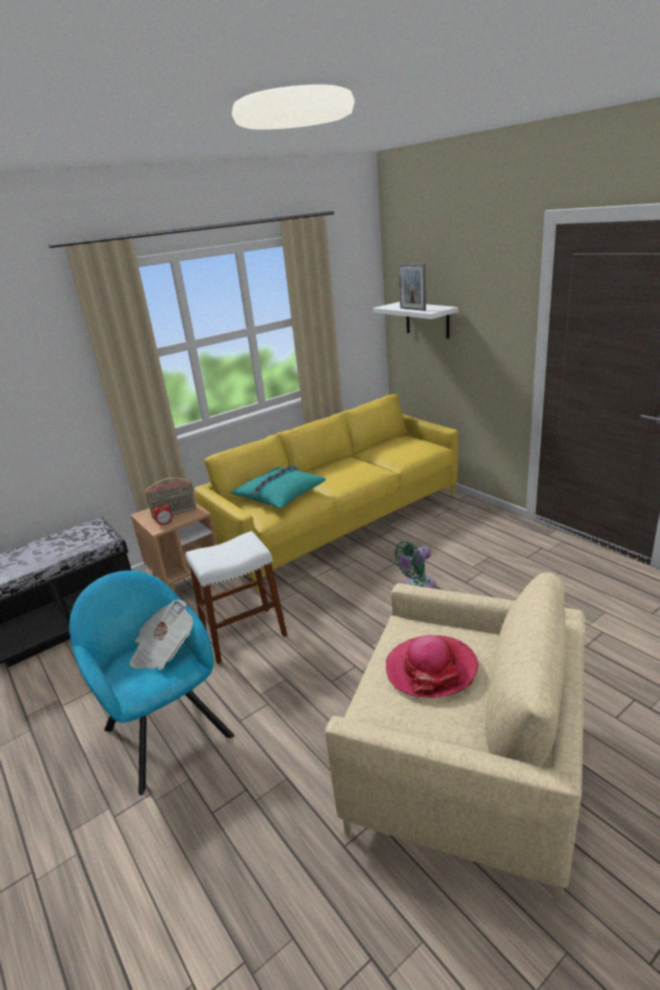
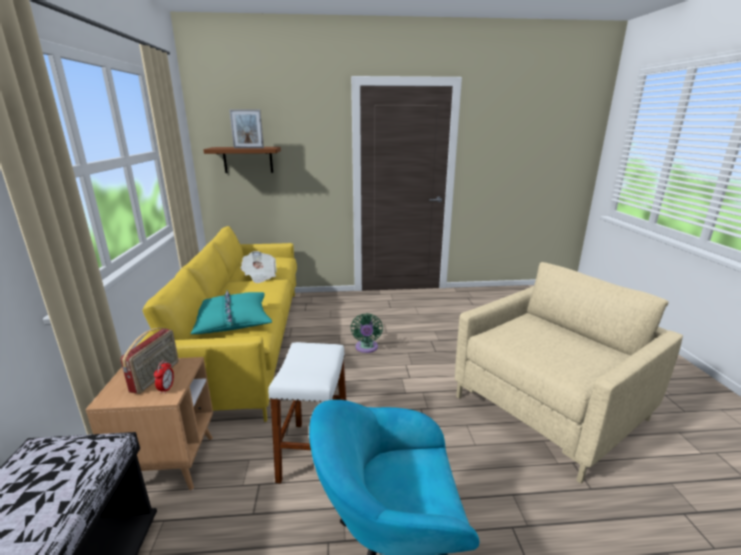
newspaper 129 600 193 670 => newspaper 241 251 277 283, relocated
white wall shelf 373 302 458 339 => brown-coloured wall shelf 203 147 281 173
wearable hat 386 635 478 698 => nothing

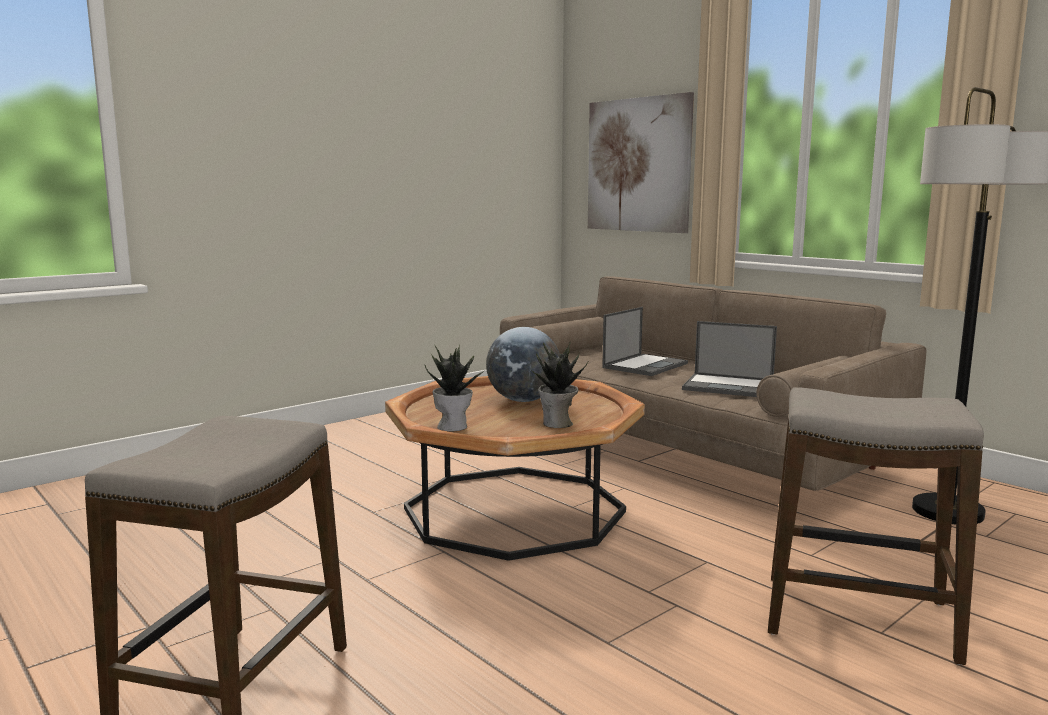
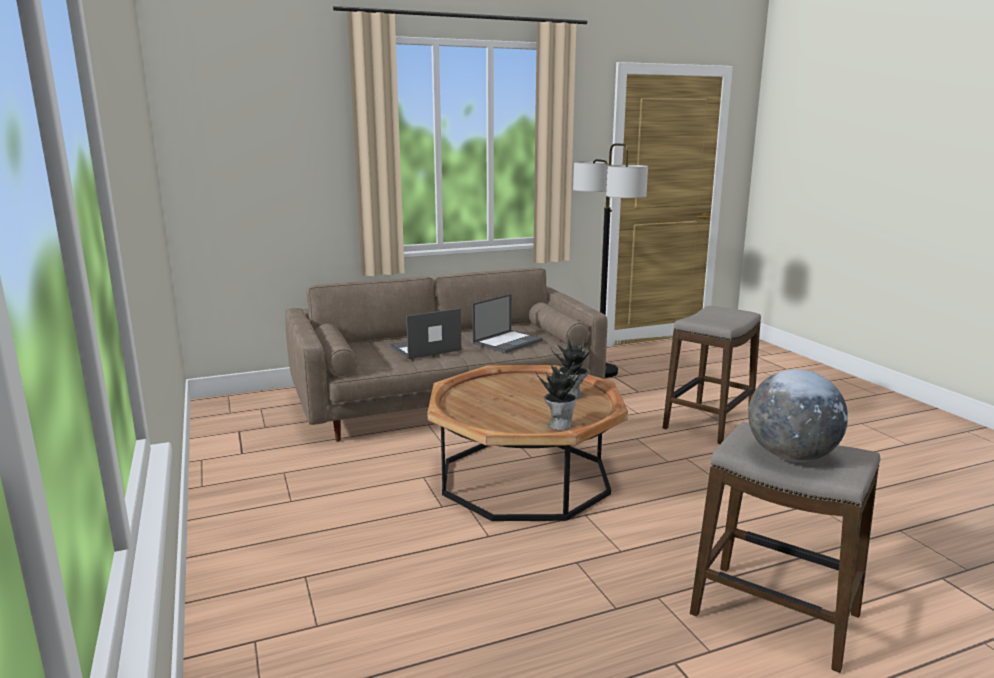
globe 486 327 560 402 => globe 748 369 848 462, relocated
picture 588 92 694 233 => nothing
portable computer 602 307 688 376 => portable computer 390 308 461 359, 90 degrees counterclockwise

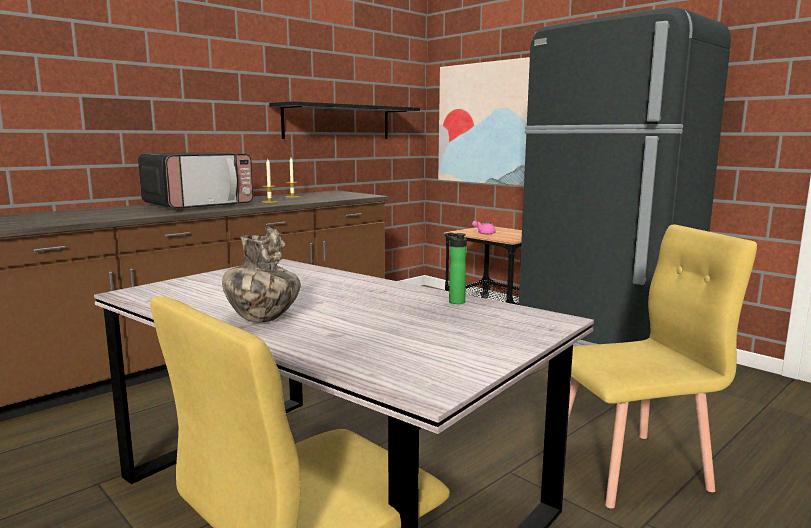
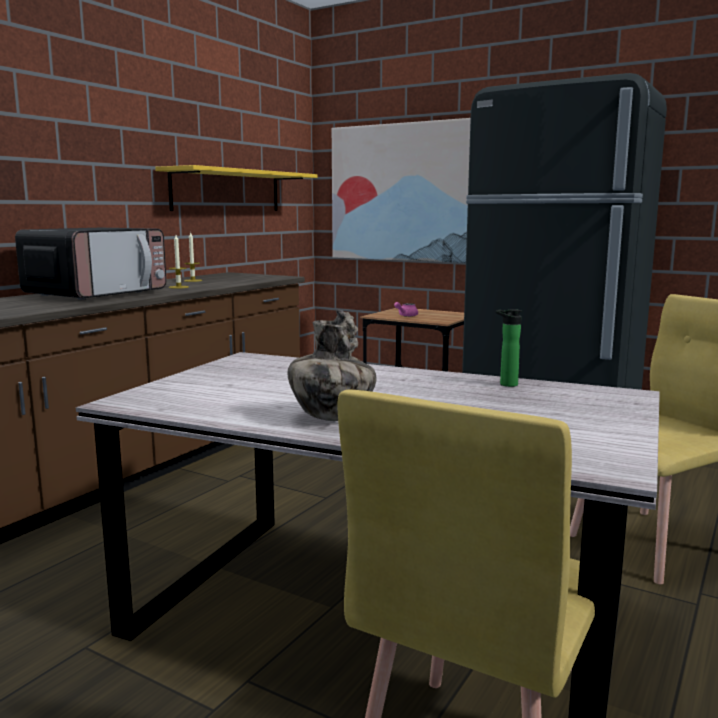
black-coloured wall shelf 269 101 420 139 => yellowish wall shelf 155 165 318 211

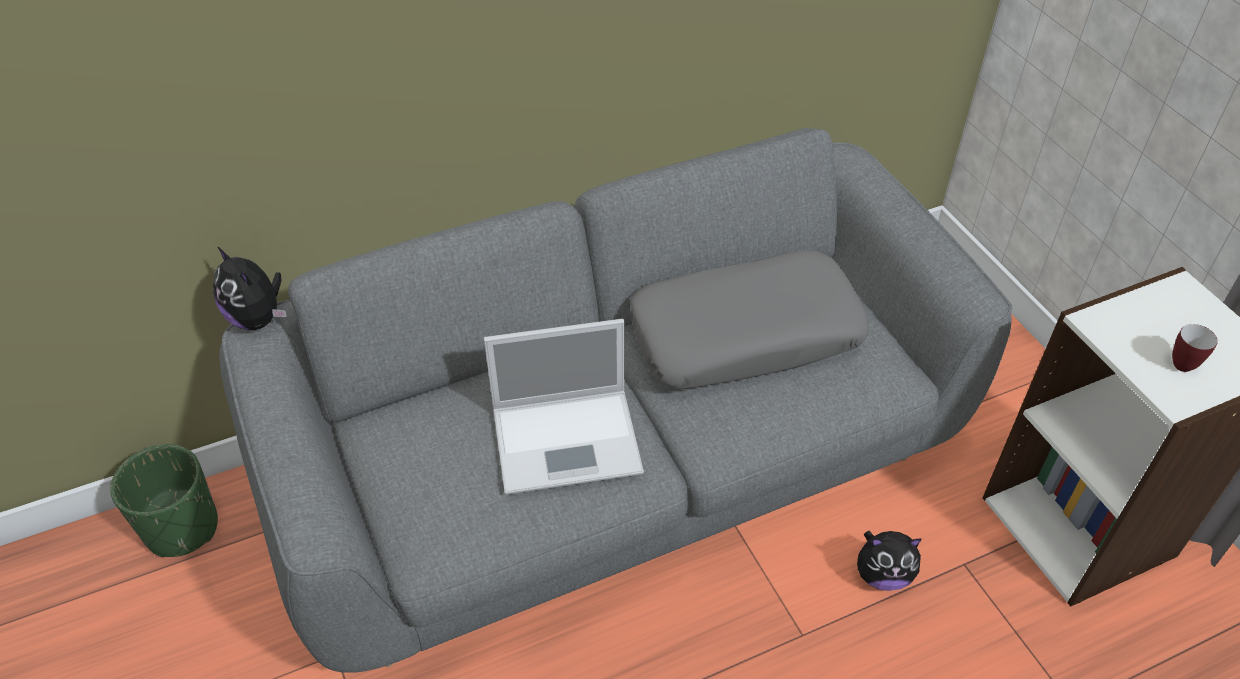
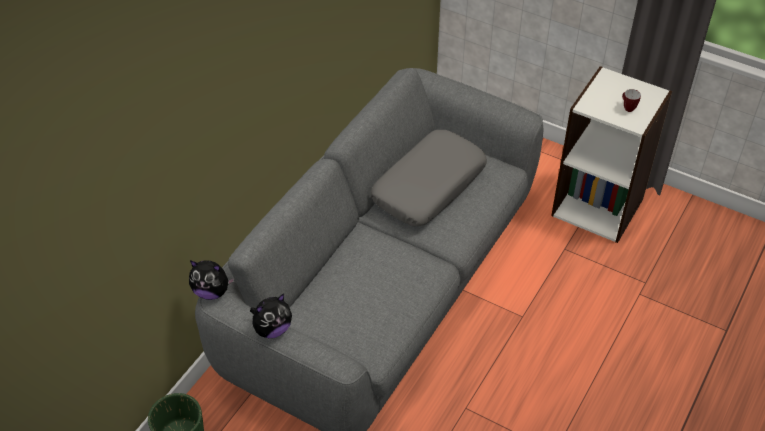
portable computer 484 319 644 495 => nothing
cuddly toy 857 531 922 591 => cuddly toy 250 294 292 338, relocated

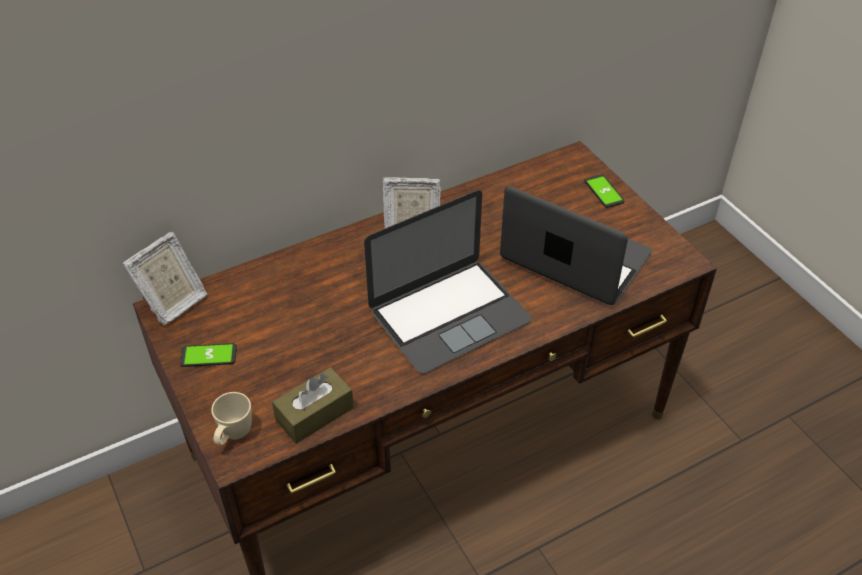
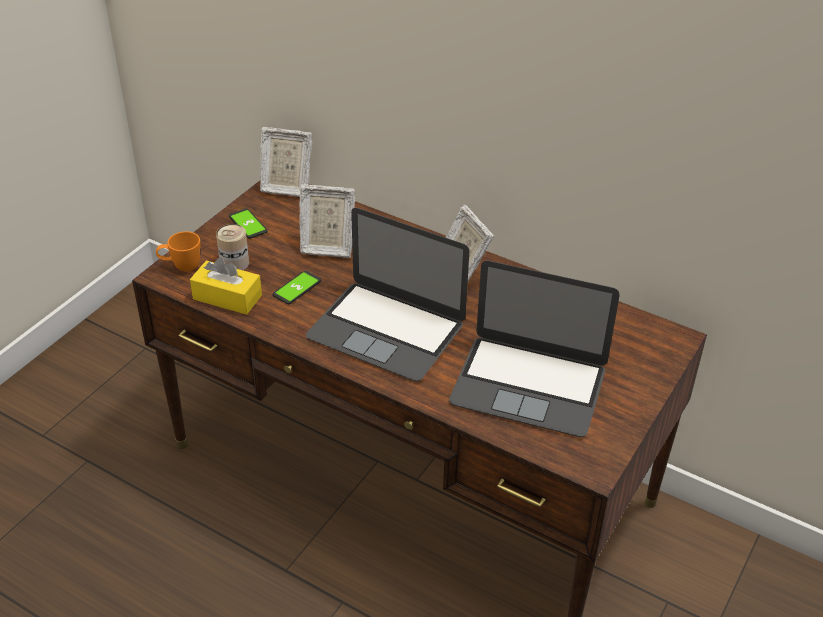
sand-coloured tea mug 211 392 252 445 => orangey tea mug 156 231 201 271
brown-coloured box of tissues 272 367 354 444 => yellowish box of tissues 190 258 262 315
portable computer 500 186 652 305 => portable computer 449 261 620 437, 105 degrees clockwise
handset 584 174 625 208 => handset 273 271 321 304, relocated
nothing => metal can 216 224 249 270
nothing => picture frame 299 184 355 258

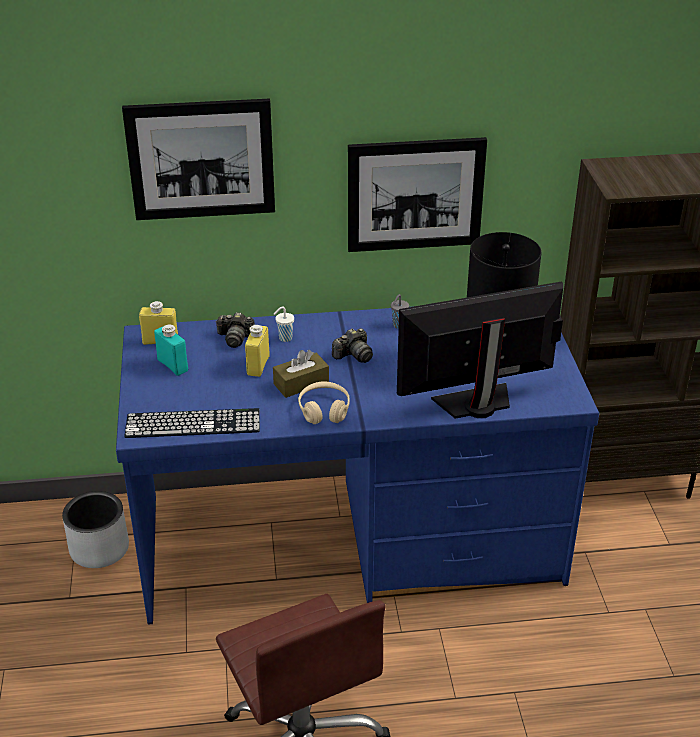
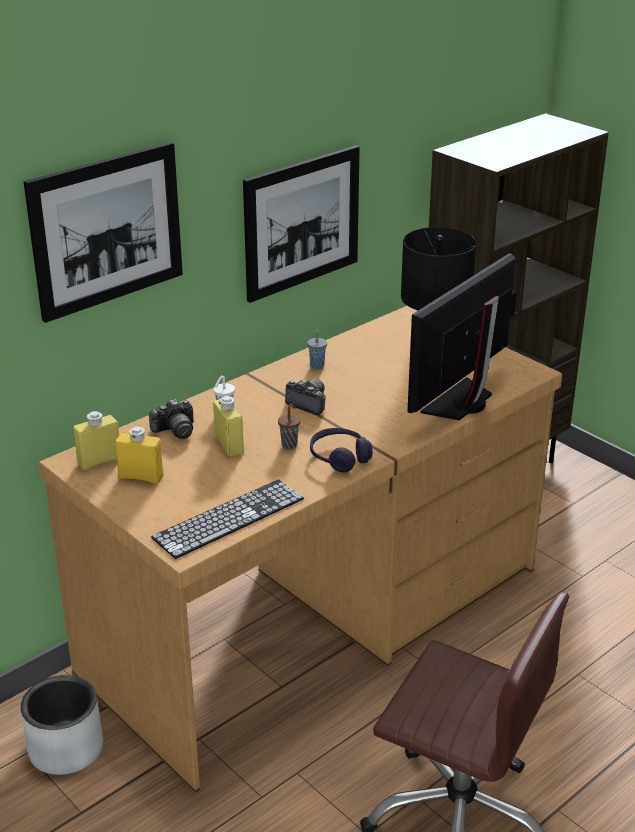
blue-coloured desk table 116 306 599 625 => brown-coloured desk table 39 306 562 793
blue-green drink bottle 154 324 188 376 => yellowish drink bottle 115 426 163 484
brown-coloured box of tissues 273 350 329 398 => brown-coloured drinking cup 278 404 300 449
sand-coloured pair of headphones 298 381 350 424 => purple-coloured pair of headphones 310 428 373 473
still camera 332 328 373 363 => still camera 285 379 326 415, 75 degrees counterclockwise

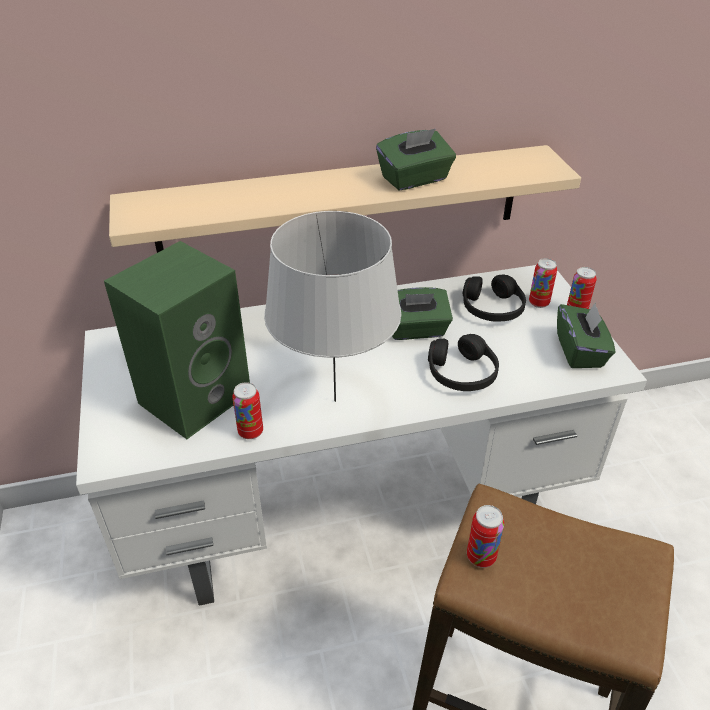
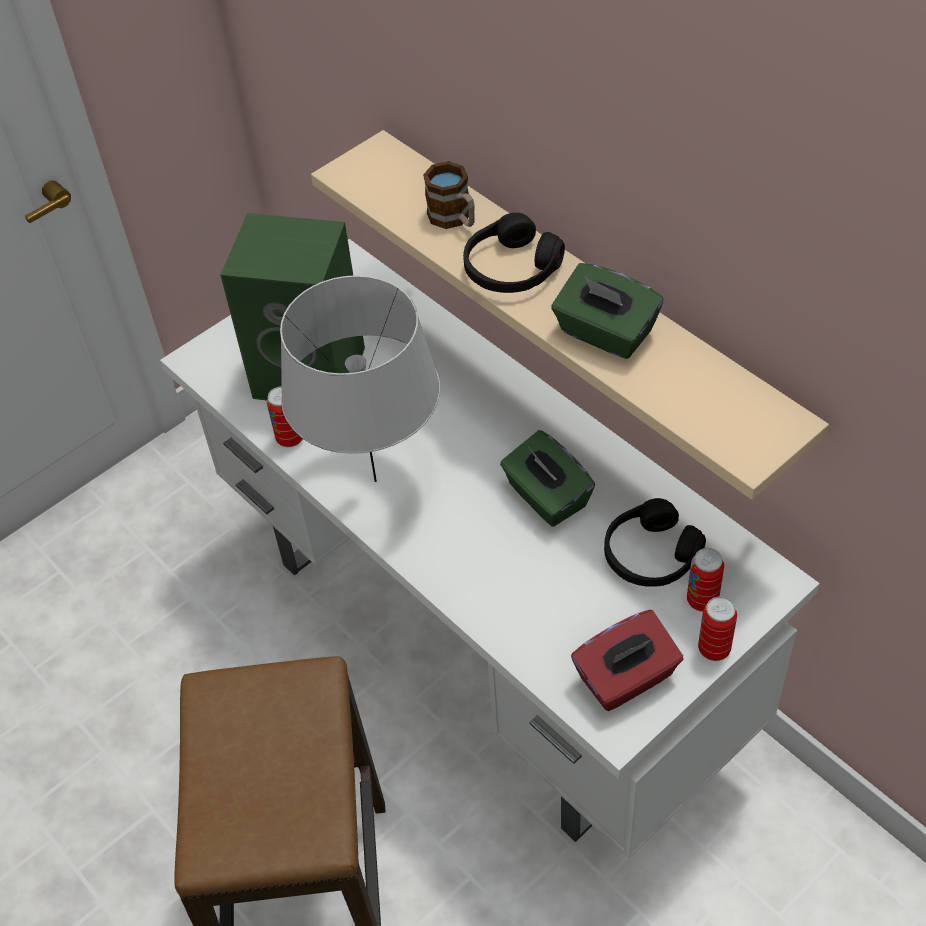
black-coloured pair of headphones 428 334 499 391 => black-coloured pair of headphones 463 213 565 293, relocated
metal can 467 505 504 568 => nothing
green-coloured box of tissues 557 302 615 368 => reddish box of tissues 571 610 683 711
nothing => tea mug 423 161 475 229

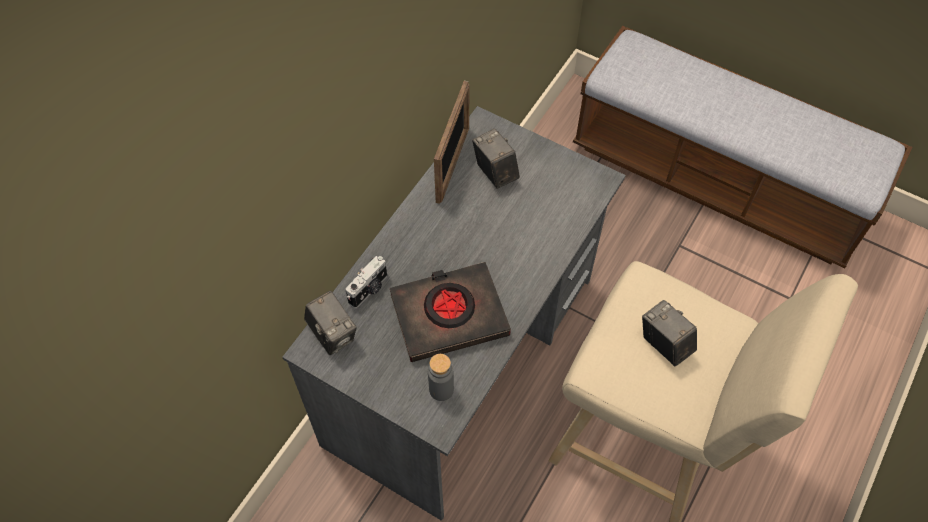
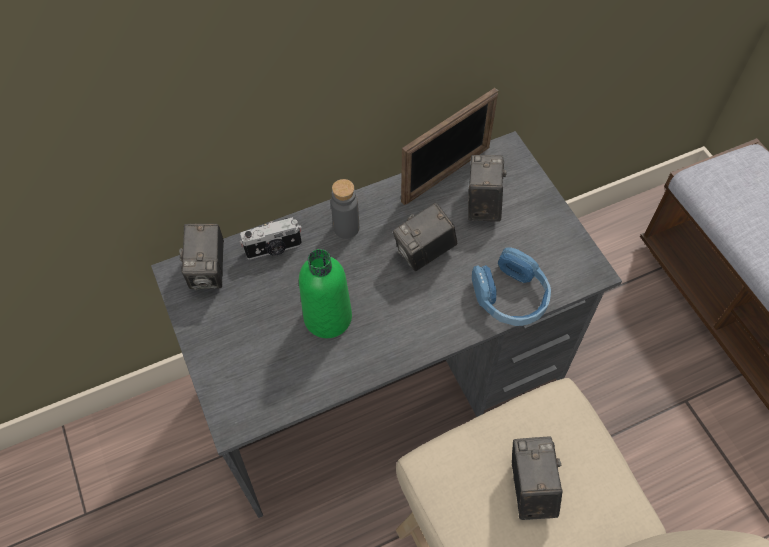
black-coloured book 390 262 511 362 => green-coloured drink bottle 299 249 352 338
gray drink bottle 428 354 454 401 => gray drink bottle 331 179 359 239, relocated
nothing => still camera 393 203 457 271
nothing => blue-coloured pair of headphones 472 247 551 326

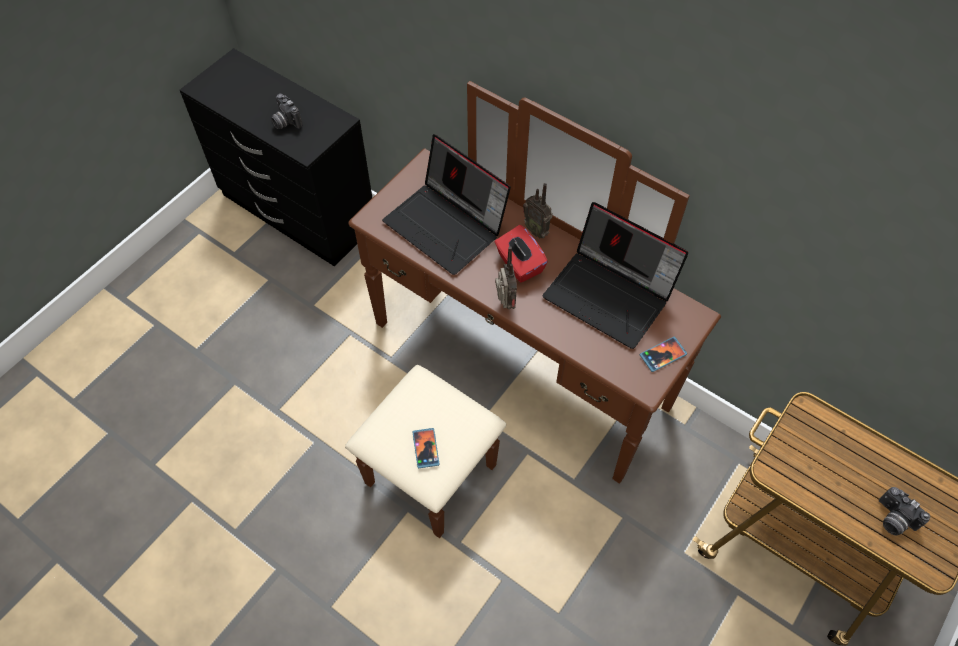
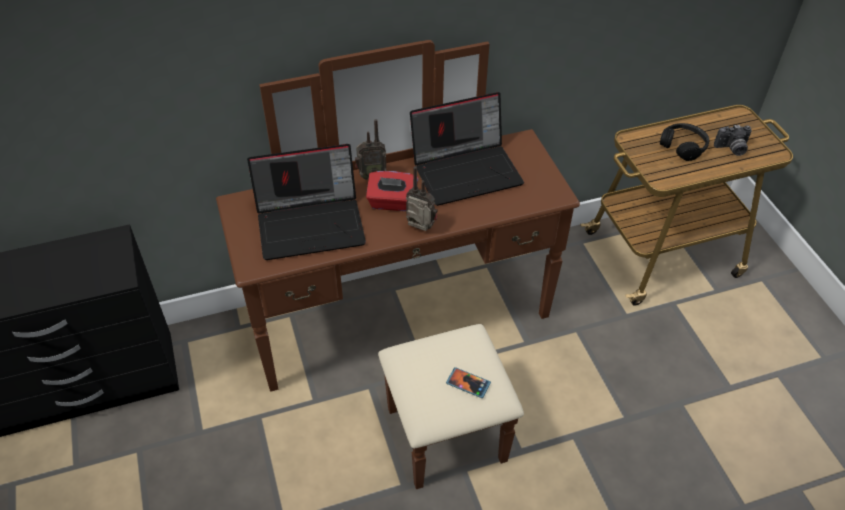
still camera 271 94 303 129 => nothing
handset 640 337 687 372 => nothing
nothing => black-coloured pair of headphones 660 123 709 161

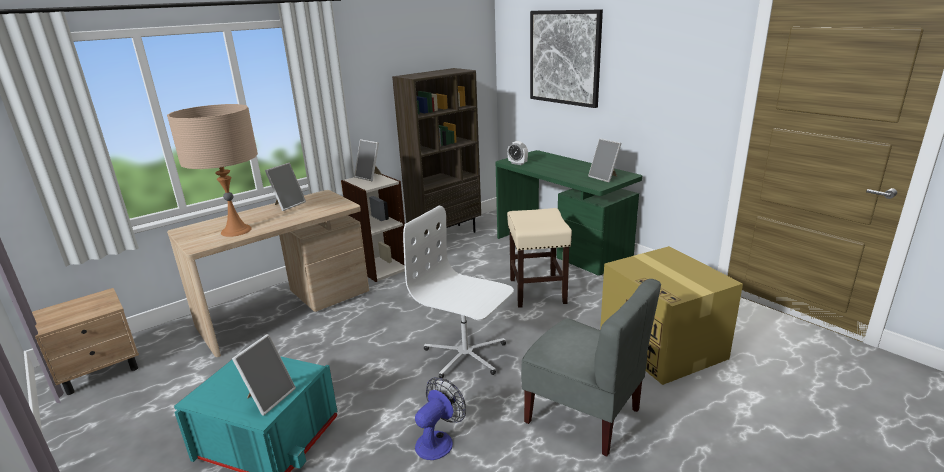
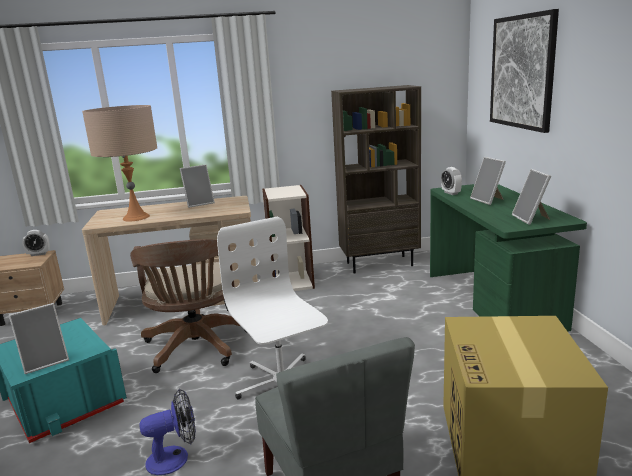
picture frame 354 139 382 181 => picture frame 470 157 506 205, relocated
sand-coloured stool 507 208 572 308 => nothing
nothing => table clock 22 230 50 256
nothing => brown-coloured computer chair 130 239 247 373

